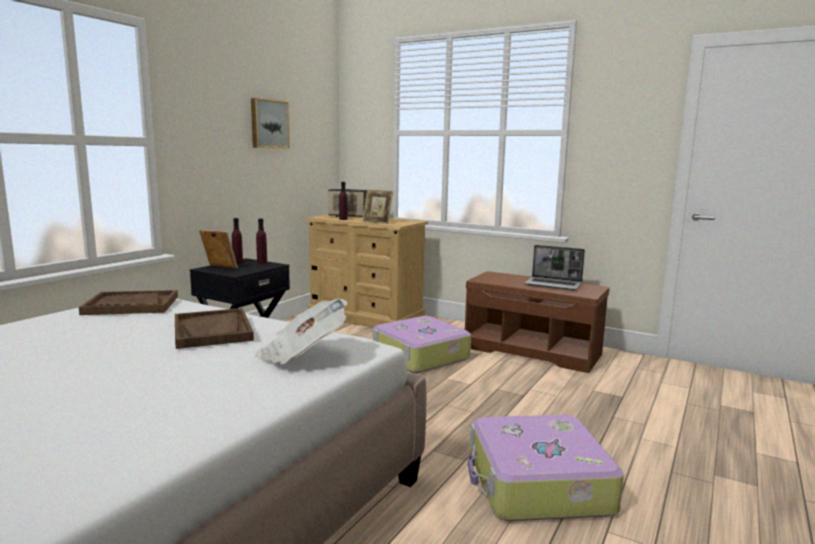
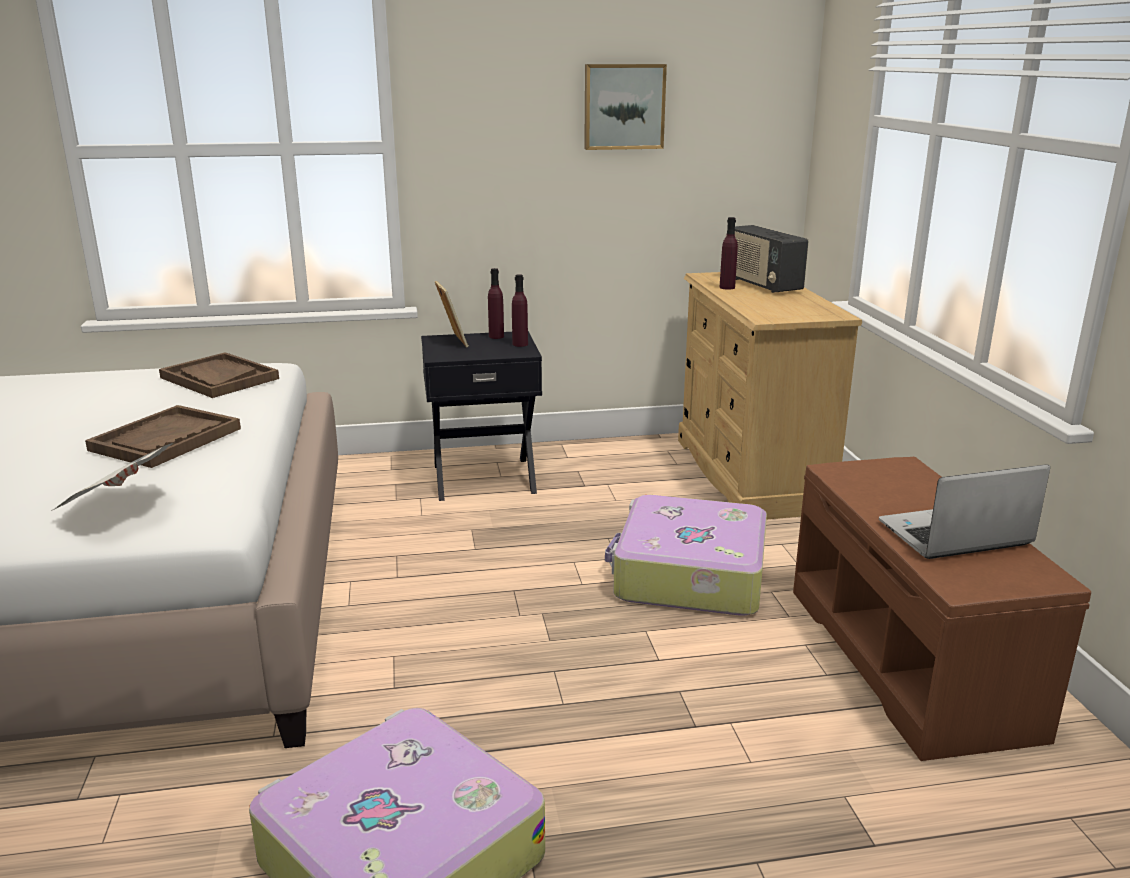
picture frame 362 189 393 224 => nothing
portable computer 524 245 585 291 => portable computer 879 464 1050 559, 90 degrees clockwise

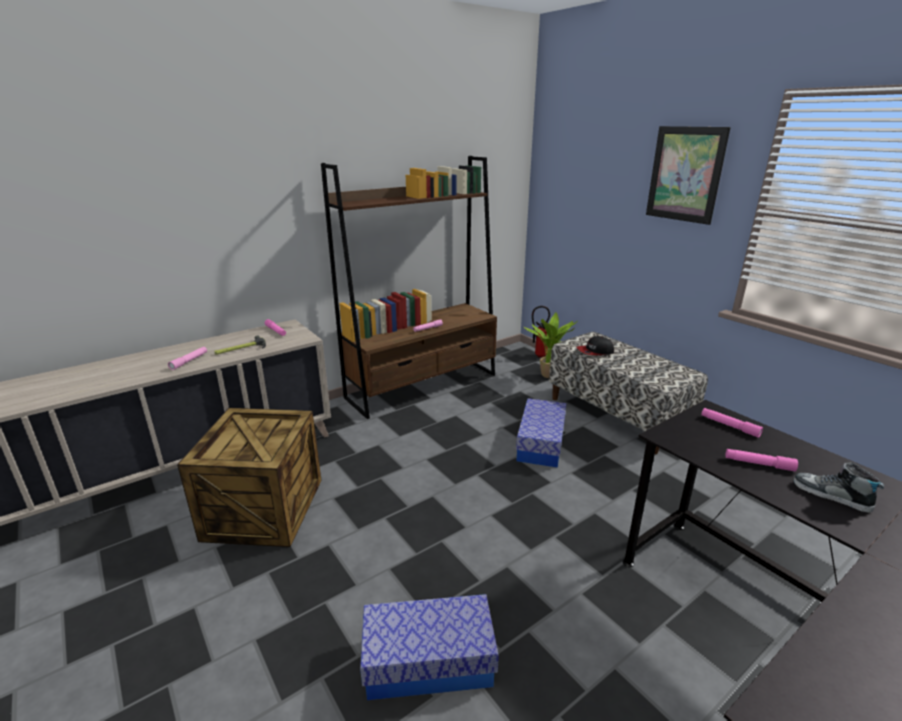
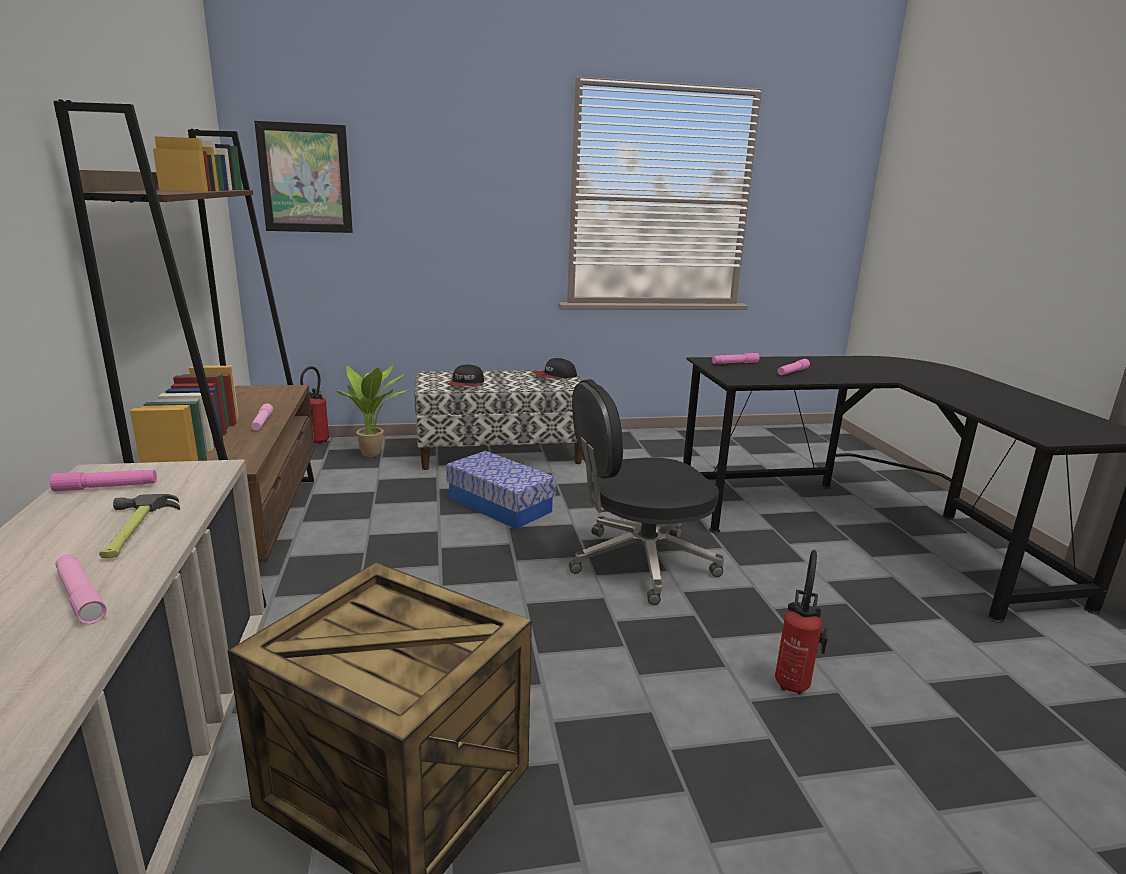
storage box 360 594 499 700 => fire-fighting cylinder 775 550 828 695
picture 646 126 731 225 => picture 254 121 353 233, relocated
shoe 793 462 884 513 => nothing
nothing => baseball cap 532 358 577 378
nothing => black-coloured computer chair 569 379 724 605

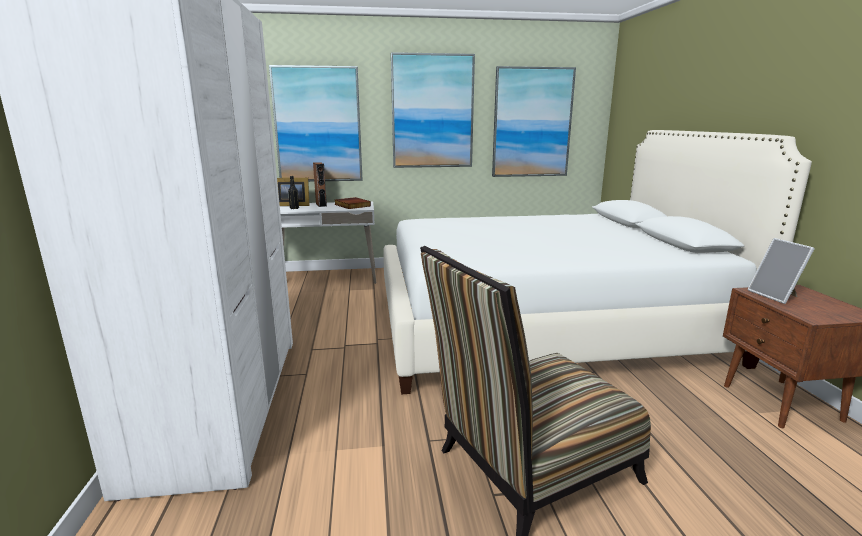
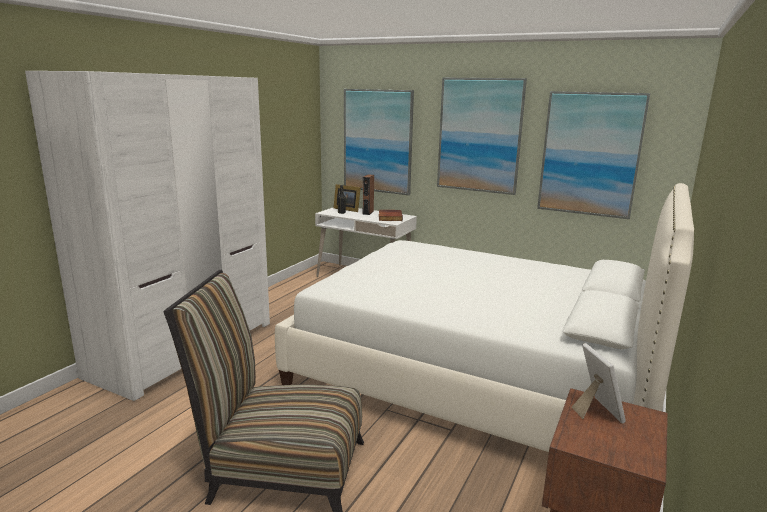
picture frame 748 238 815 304 => picture frame 572 343 626 423, 150 degrees clockwise

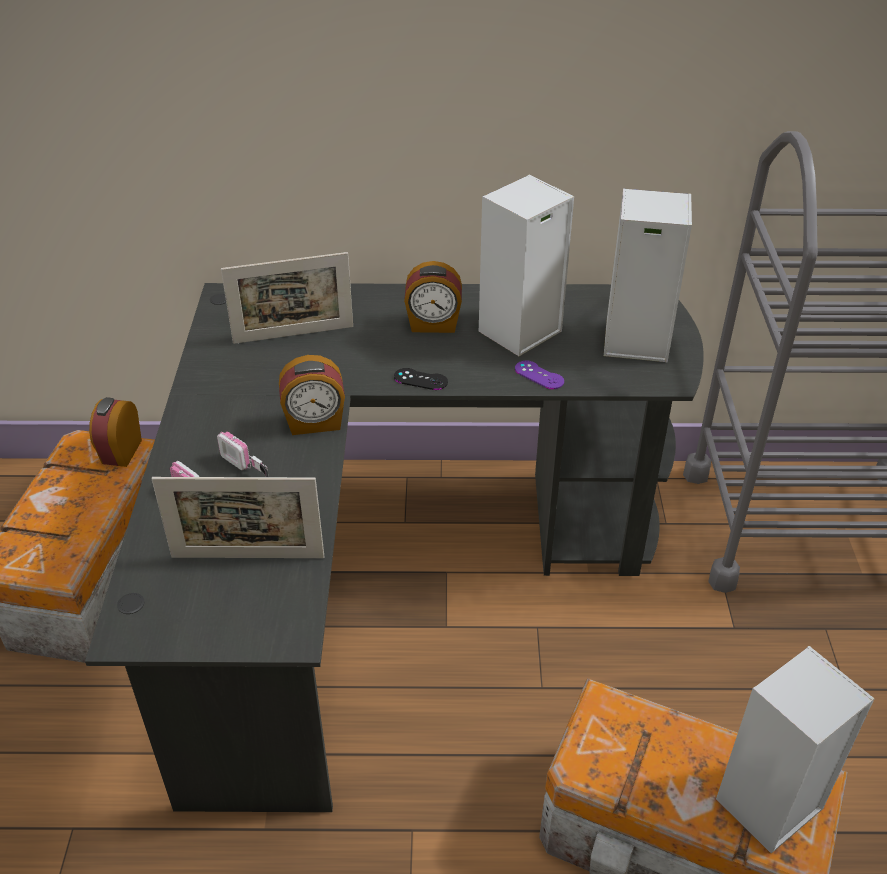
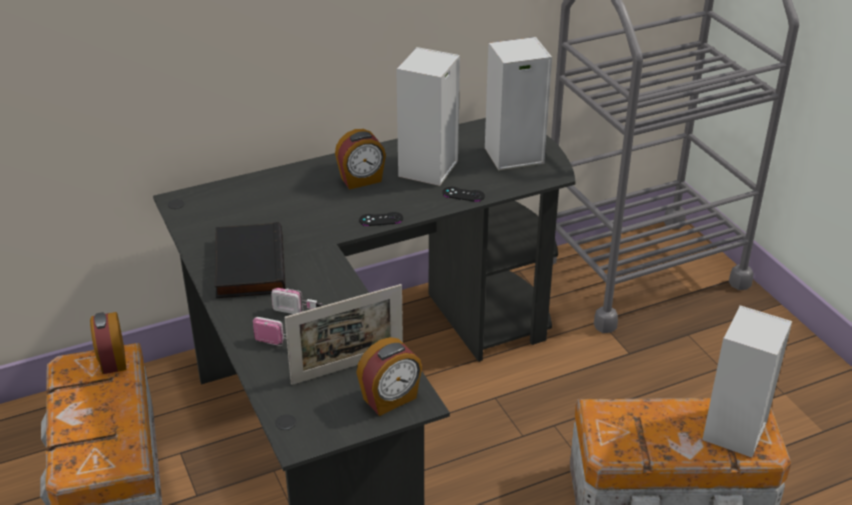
picture frame 221 252 353 344 => nothing
table clock 279 355 345 435 => table clock 357 337 422 416, relocated
purple-coloured gamepad 515 361 564 389 => black-coloured gamepad 443 187 485 202
nothing => black-coloured book 214 222 285 298

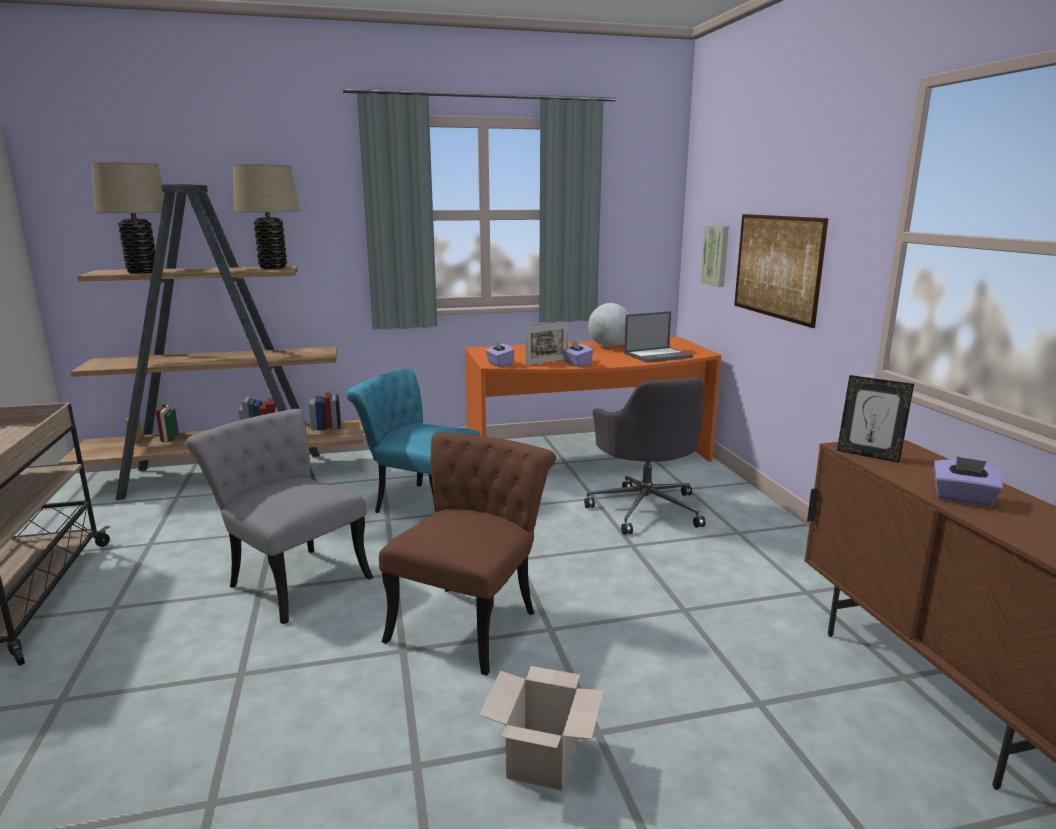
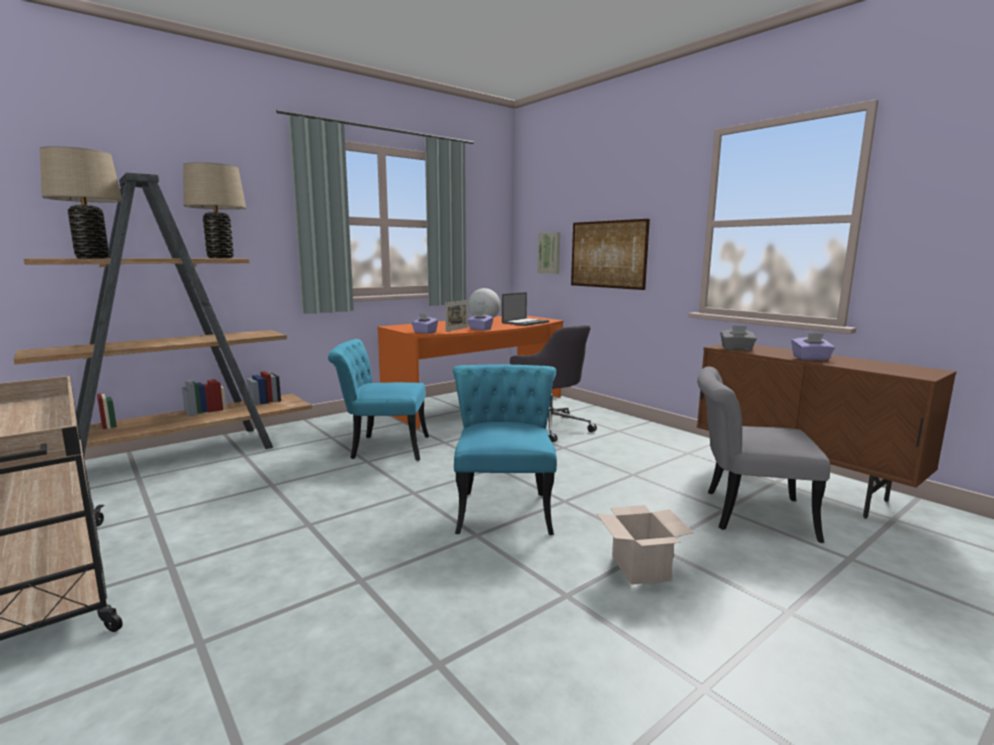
gray chair 186 409 373 624 => gray chair 697 366 830 543, relocated
brown-coloured chair 379 432 556 676 => blue-green chair 453 365 557 535
picture frame 837 375 914 463 => gray box of tissues 720 325 756 350

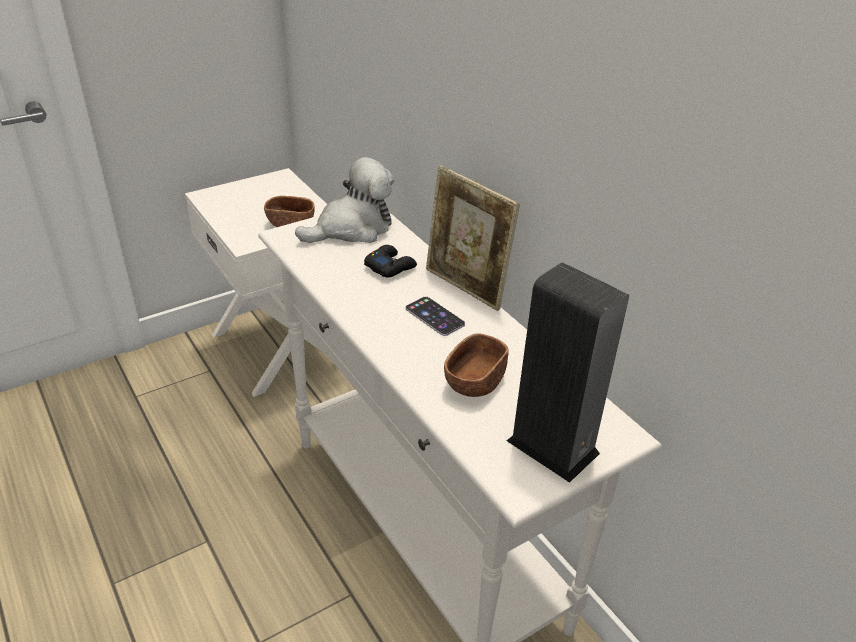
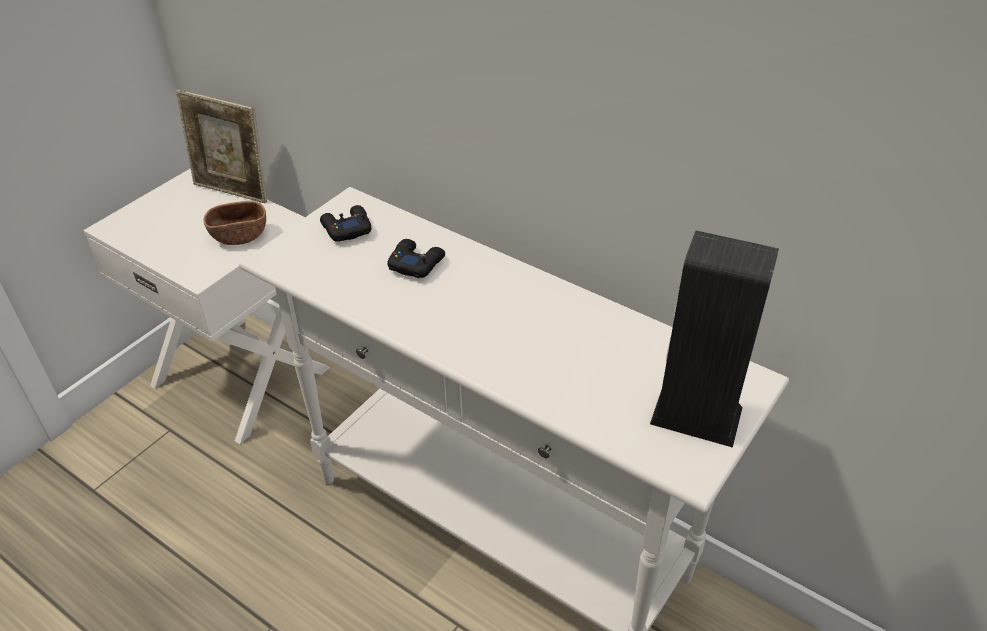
cuddly toy 295 157 395 243 => black-coloured gamepad 320 205 371 242
handset 405 297 465 336 => nothing
picture frame 426 165 520 311 => picture frame 176 90 267 203, relocated
brown-coloured serving bowl 444 333 509 397 => nothing

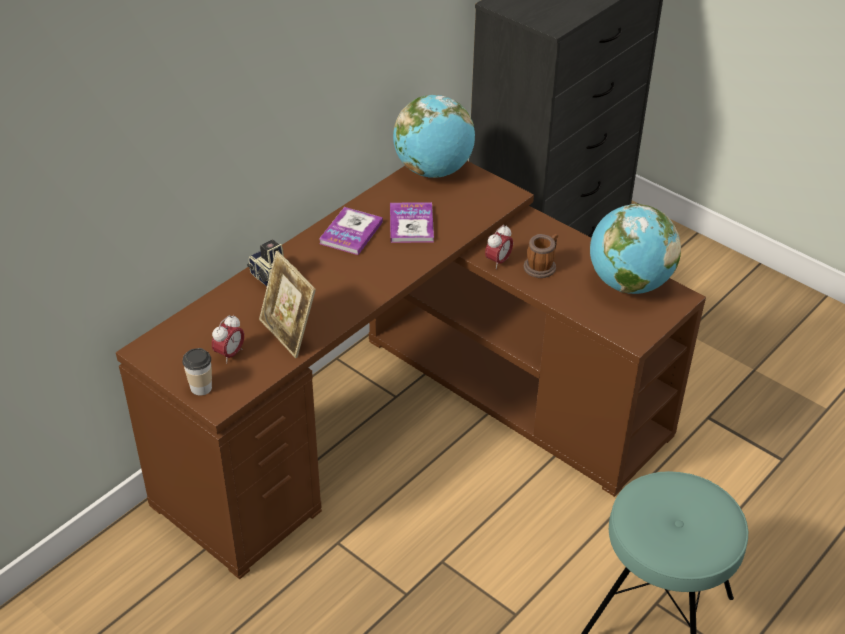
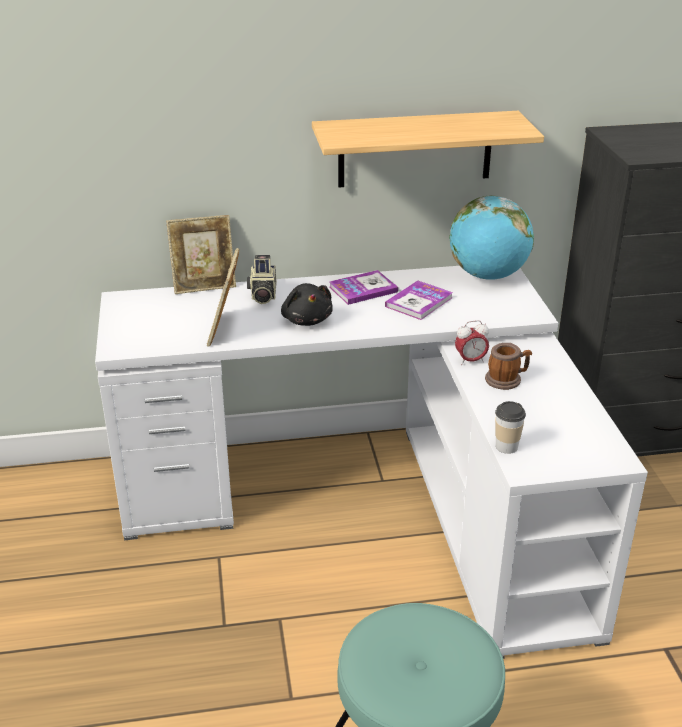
brown-coloured desk table 116 161 706 579 => white desk table 95 266 648 659
drinking cup 182 348 212 396 => drinking cup 495 401 526 454, relocated
table clock 212 315 244 364 => nothing
globe 590 204 681 294 => nothing
nothing => picture frame 166 215 236 294
nothing => black-coloured cuddly toy 281 283 333 326
nothing => wall shelf 312 111 544 187

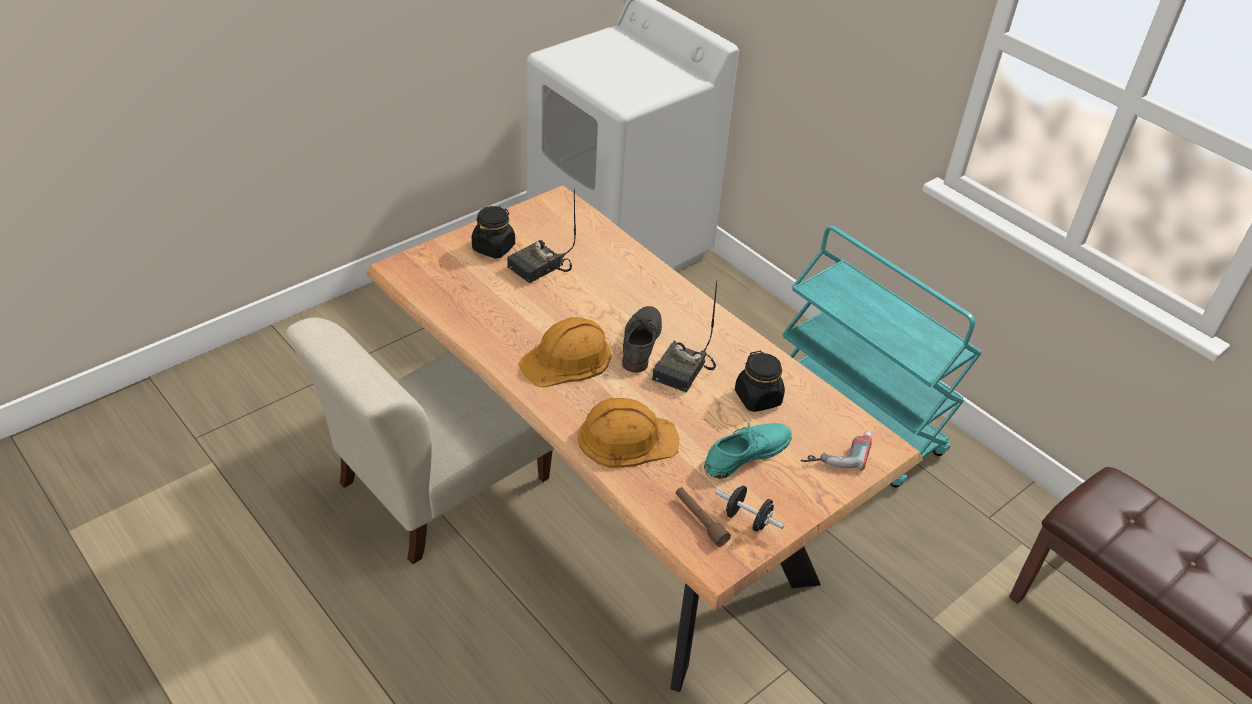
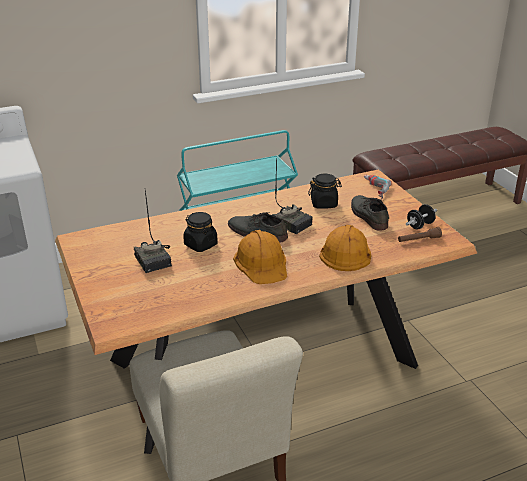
black-coloured preserve jar 472 206 515 259 => black-coloured preserve jar 183 212 218 252, relocated
blue-green shoe 704 421 792 479 => gray shoe 351 195 389 231

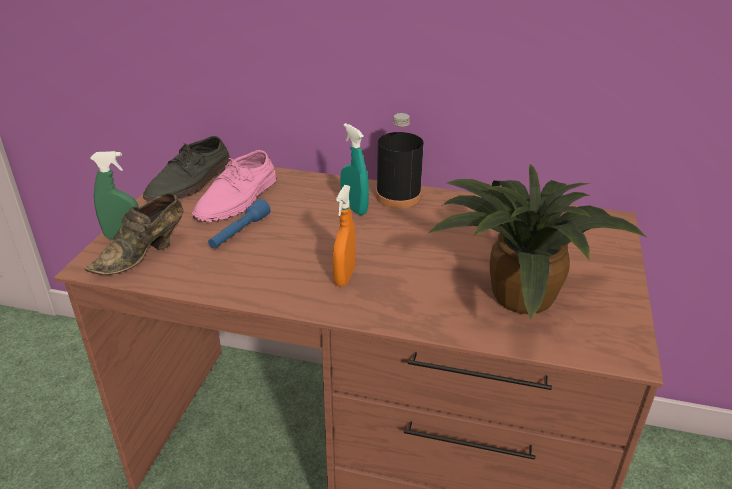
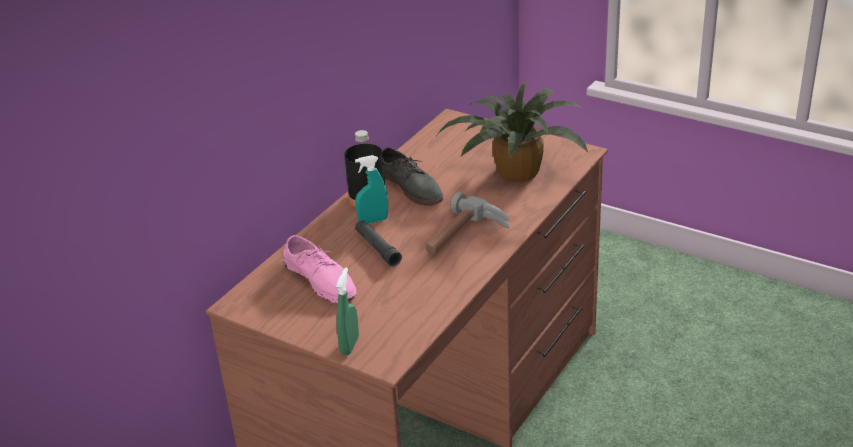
brown-coloured shoe 84 193 183 275 => nothing
gray shoe 143 136 230 202 => gray shoe 382 147 443 206, relocated
blue-coloured hand torch 208 199 271 248 => nothing
orangey spray bottle 333 185 356 287 => hammer 425 192 509 254
nothing => black-coloured hand torch 355 221 402 266

